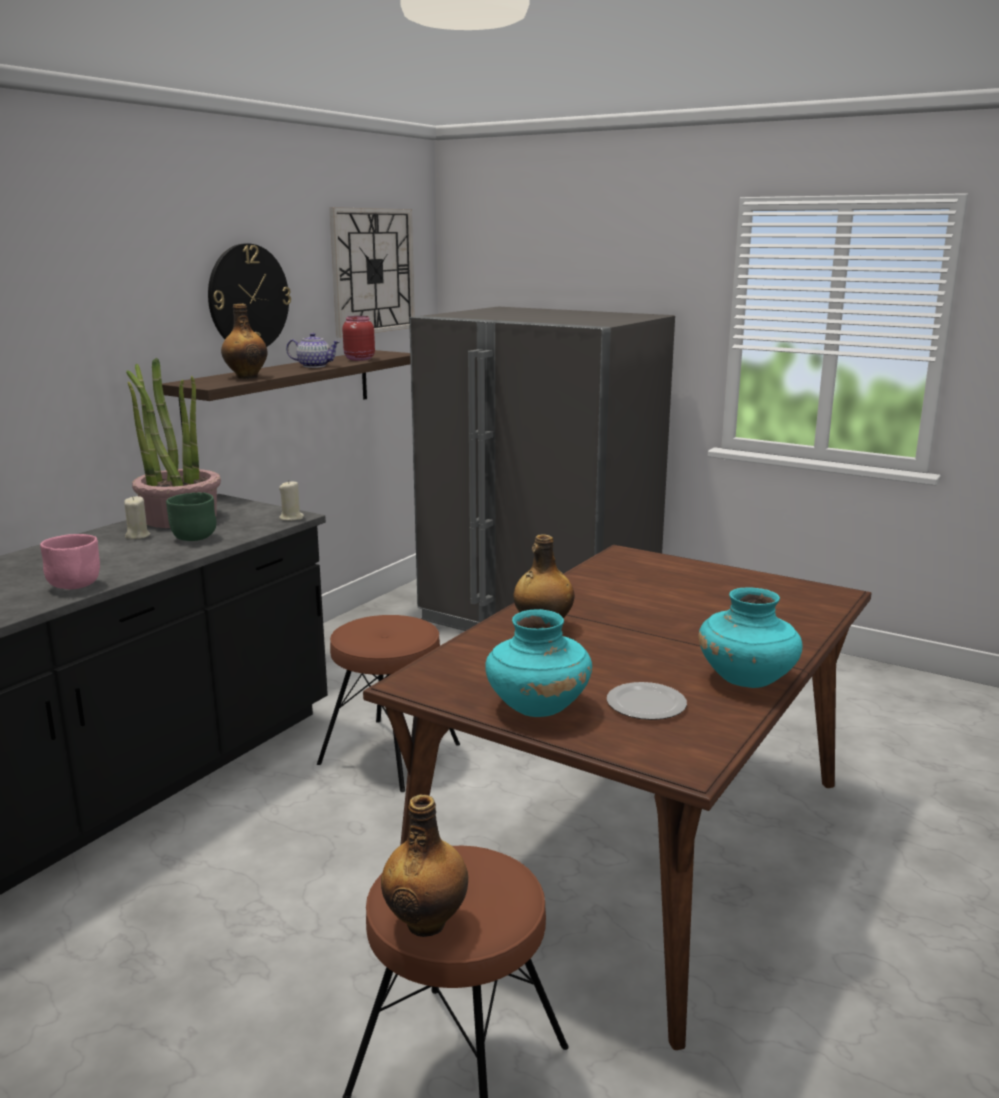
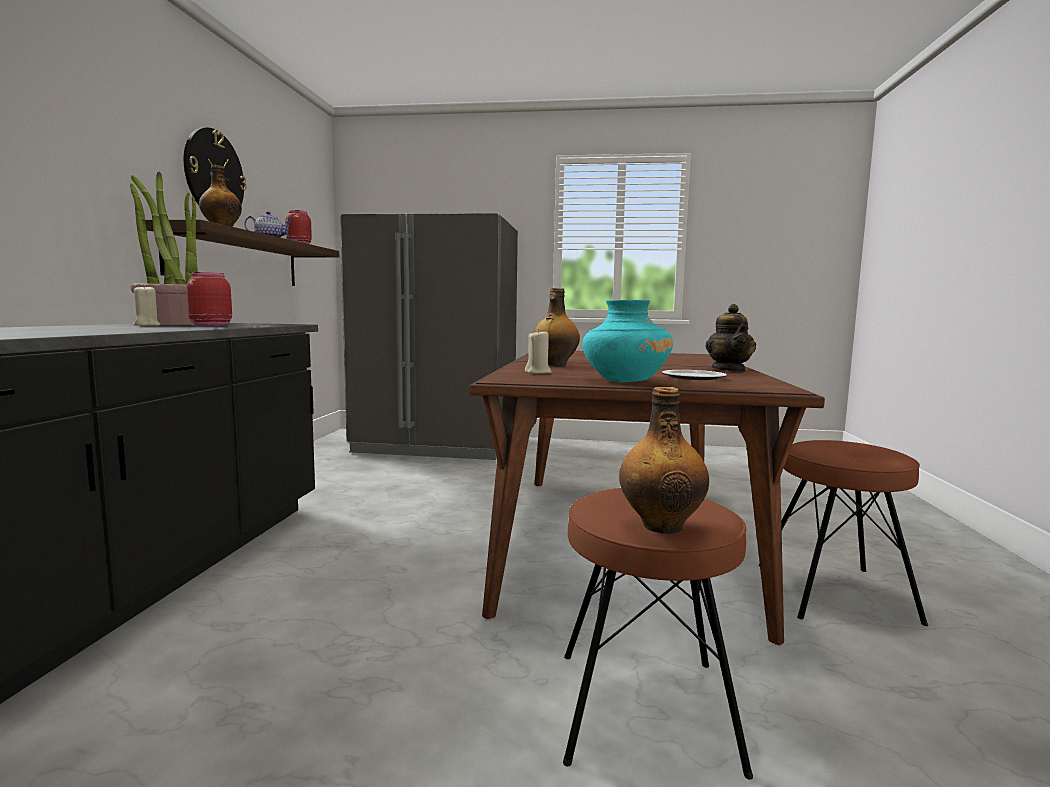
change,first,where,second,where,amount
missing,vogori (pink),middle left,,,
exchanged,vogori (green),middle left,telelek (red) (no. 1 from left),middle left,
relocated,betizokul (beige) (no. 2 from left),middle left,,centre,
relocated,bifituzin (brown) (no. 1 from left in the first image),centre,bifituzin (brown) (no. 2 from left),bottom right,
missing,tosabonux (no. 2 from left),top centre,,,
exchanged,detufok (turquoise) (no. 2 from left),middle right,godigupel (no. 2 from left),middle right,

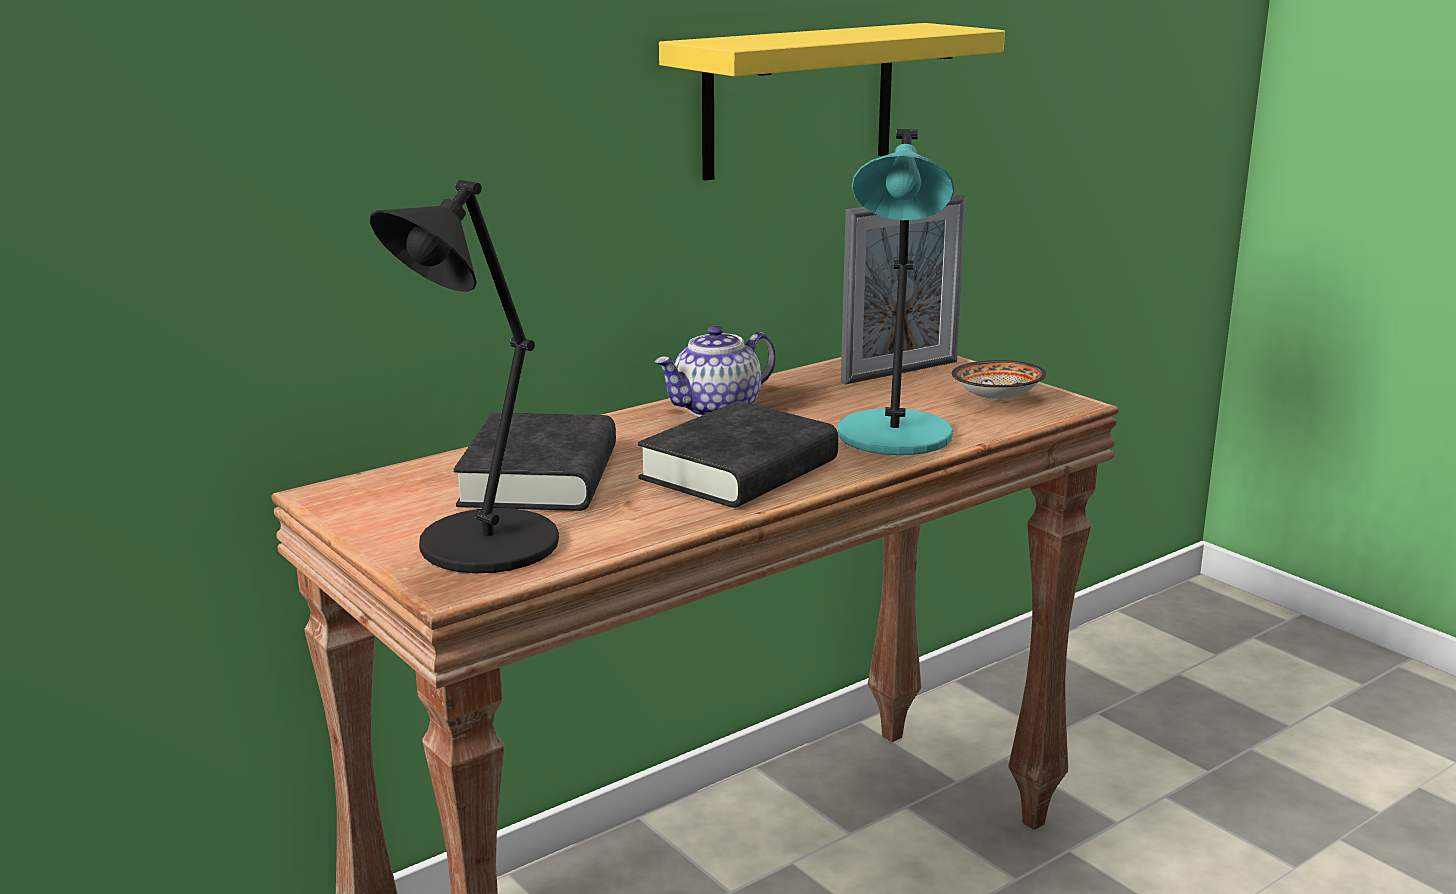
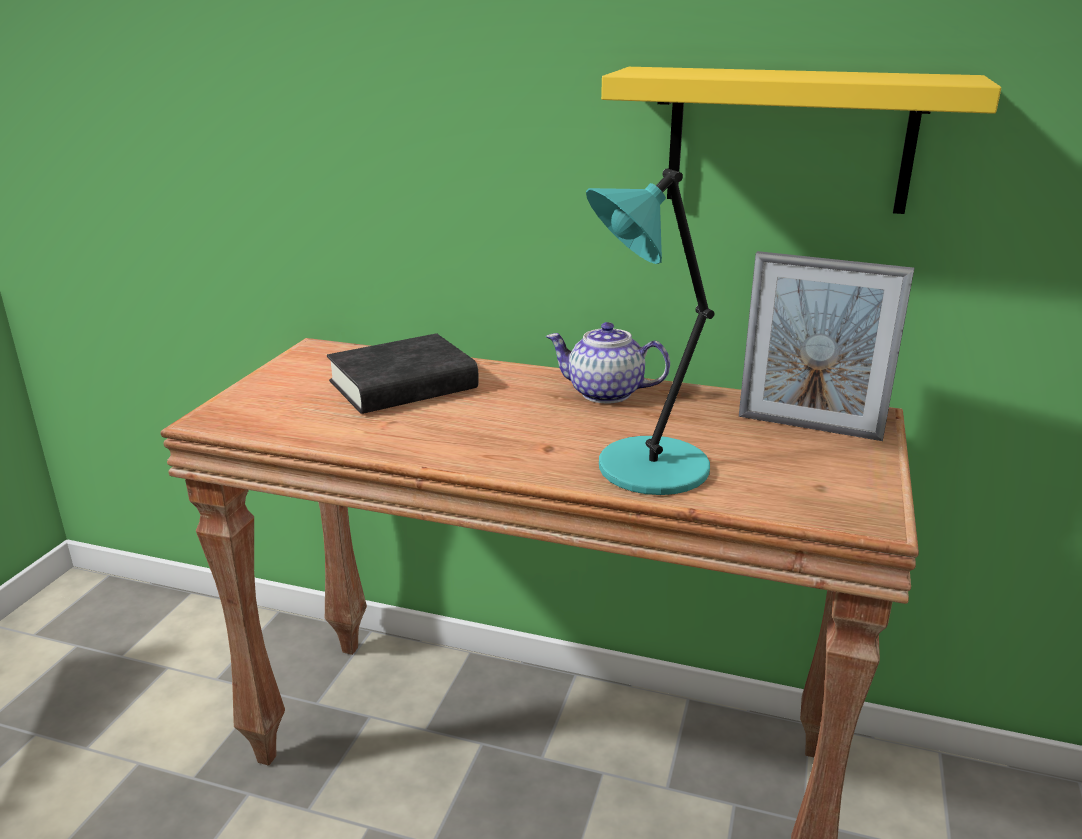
change,first,where,second,where,amount
missing,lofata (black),middle left,,,
missing,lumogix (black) (no. 2 from left),centre,,,
missing,vogori,middle right,,,

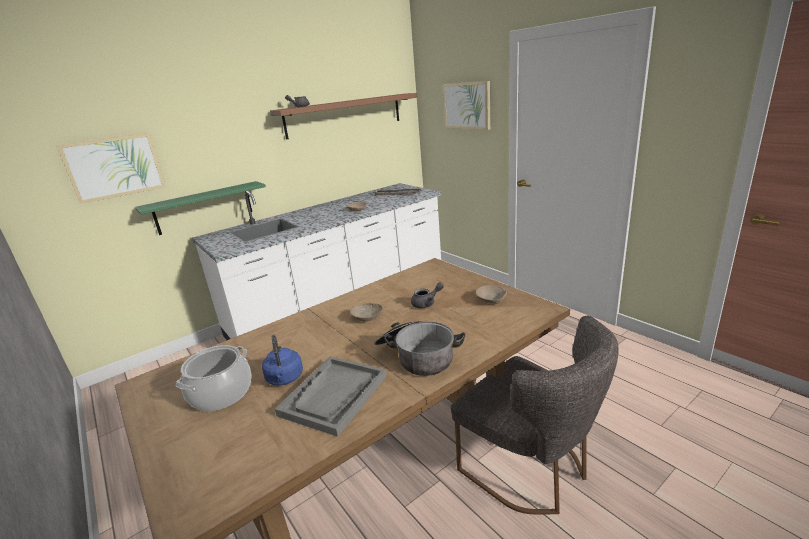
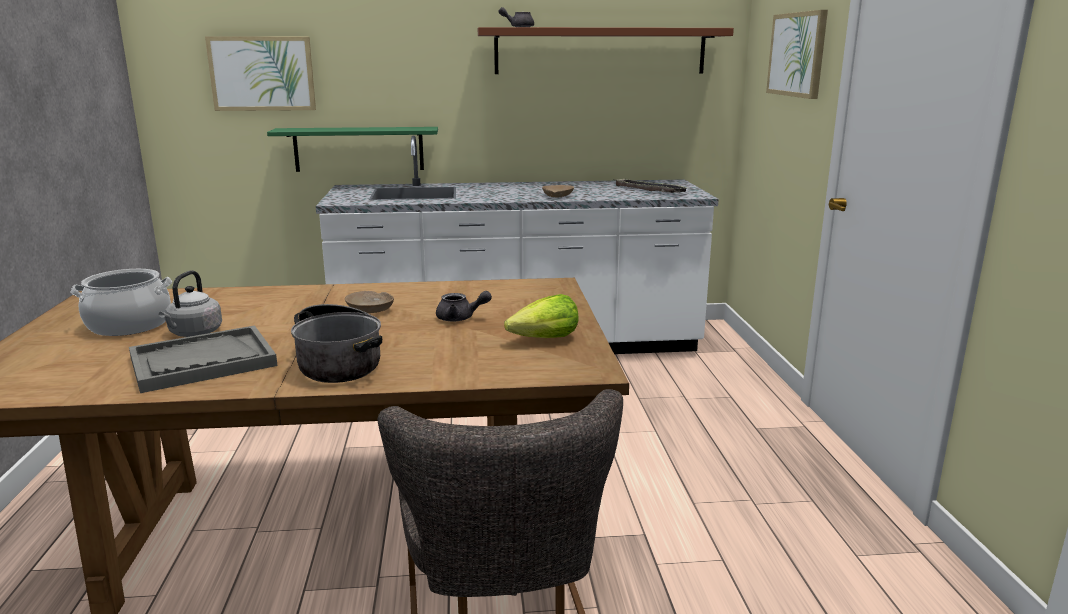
change,first,where,second,where,amount
colour,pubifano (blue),bottom centre,pubifano (grey),middle left,
exchanged,vogori (beige) (no. 3 from left),centre,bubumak,centre,

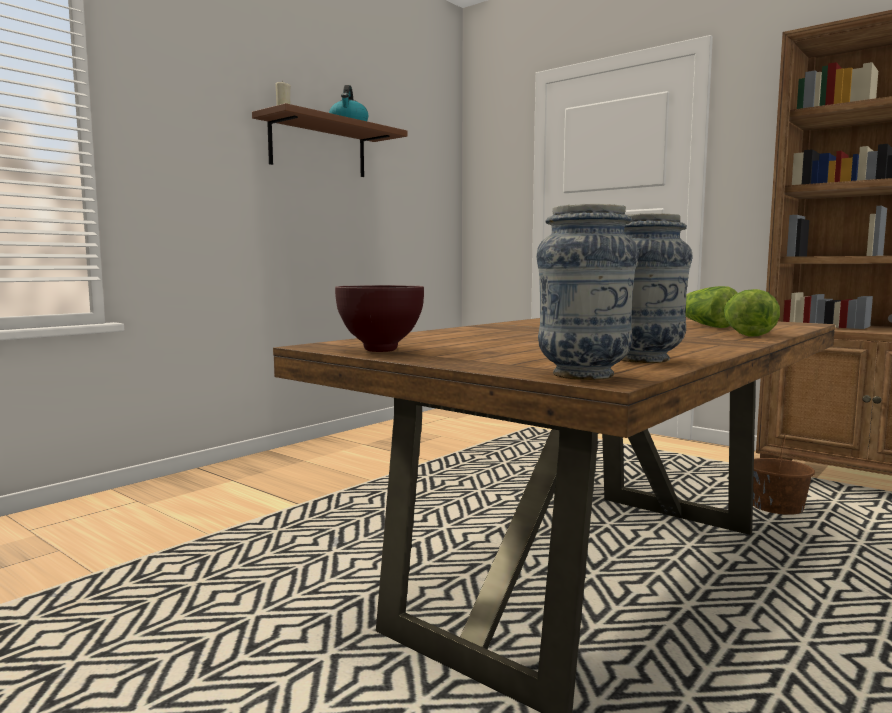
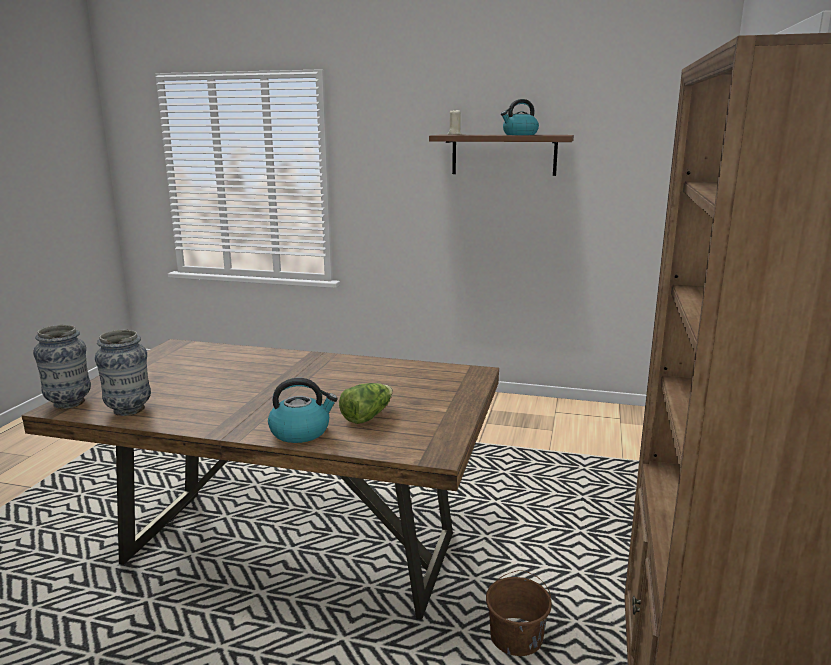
change,first,where,second,where,amount
missing,vogori (brown),centre,,,
exchanged,bubumak (no. 2 from left),middle right,pubifano (no. 1 from left),centre,

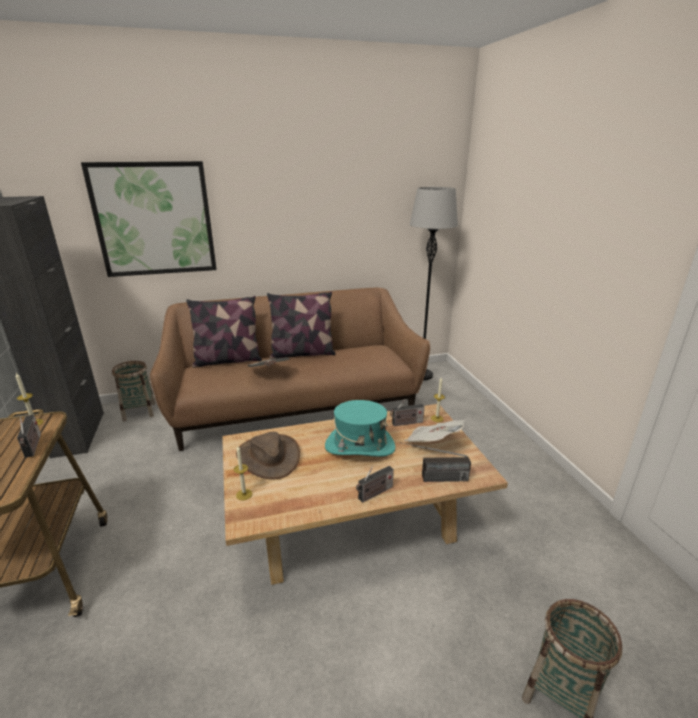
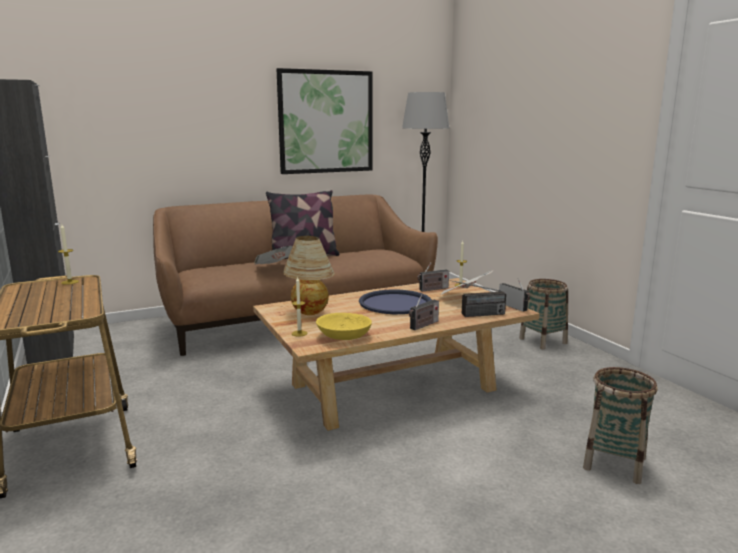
change,first,where,second,where,amount
relocated,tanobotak (no. 1 from left in the first image),middle left,tanobotak (no. 4 from left),middle right,
relocated,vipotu,top left,,top centre,
relocated,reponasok (no. 1 from left),middle left,,middle right,
missing,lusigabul (no. 1 from left),middle left,,,
exchanged,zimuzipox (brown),centre,lofata,centre,
exchanged,zimuzipox (turquoise),centre,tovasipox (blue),centre,
appeared,,,vogori (yellow),centre,

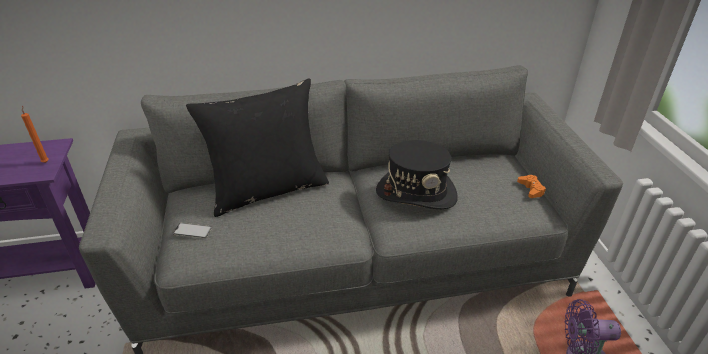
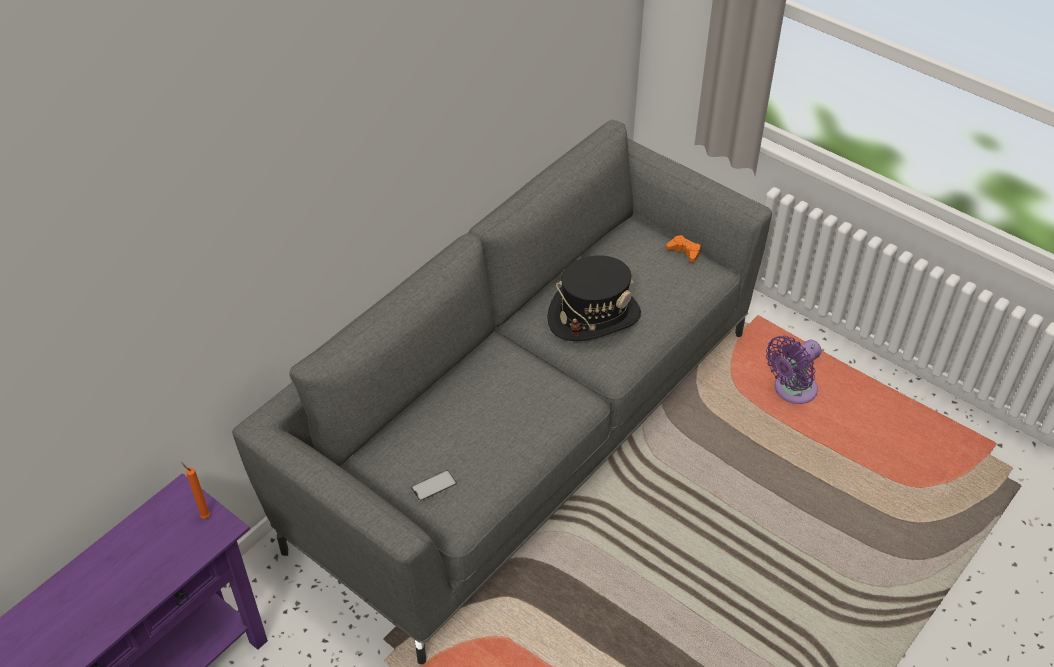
change,first,where,second,where,amount
missing,lusigabul (black),centre,,,

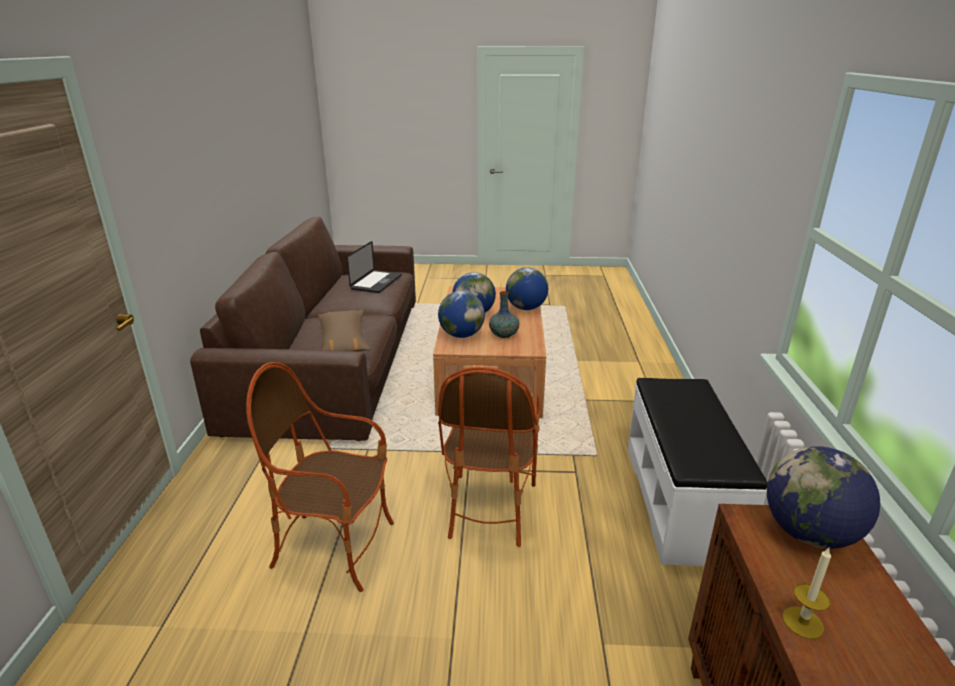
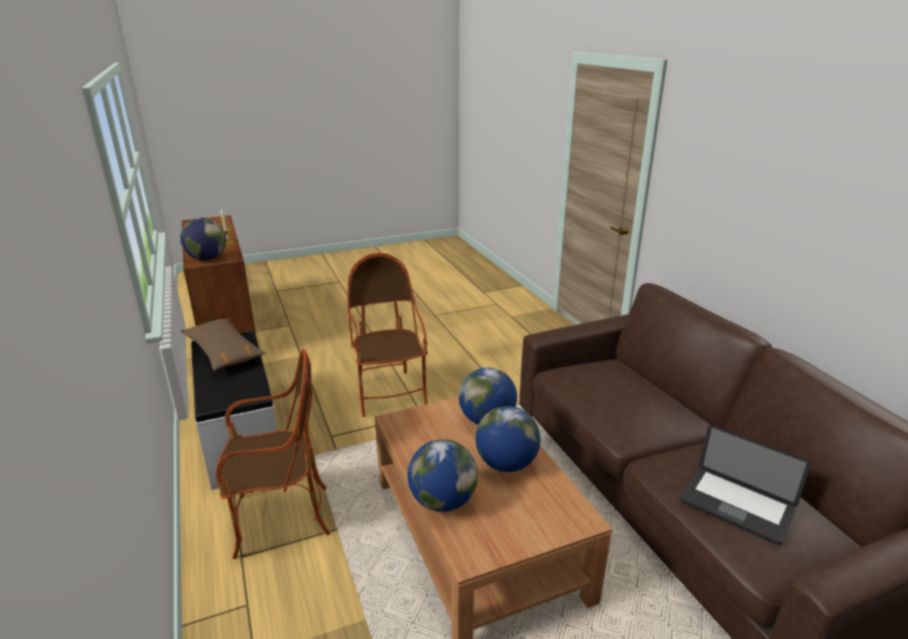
change,first,where,second,where,amount
relocated,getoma (no. 1 from left),bottom centre,,bottom left,
relocated,lusigabul (brown),centre,,middle left,
spun,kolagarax,centre,,bottom right,45 degrees counterclockwise
missing,detufok,centre,,,

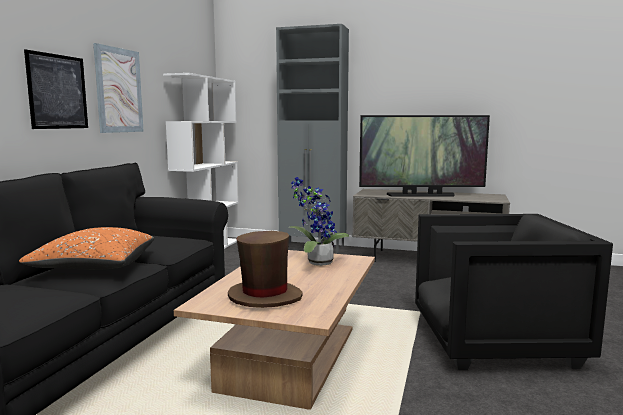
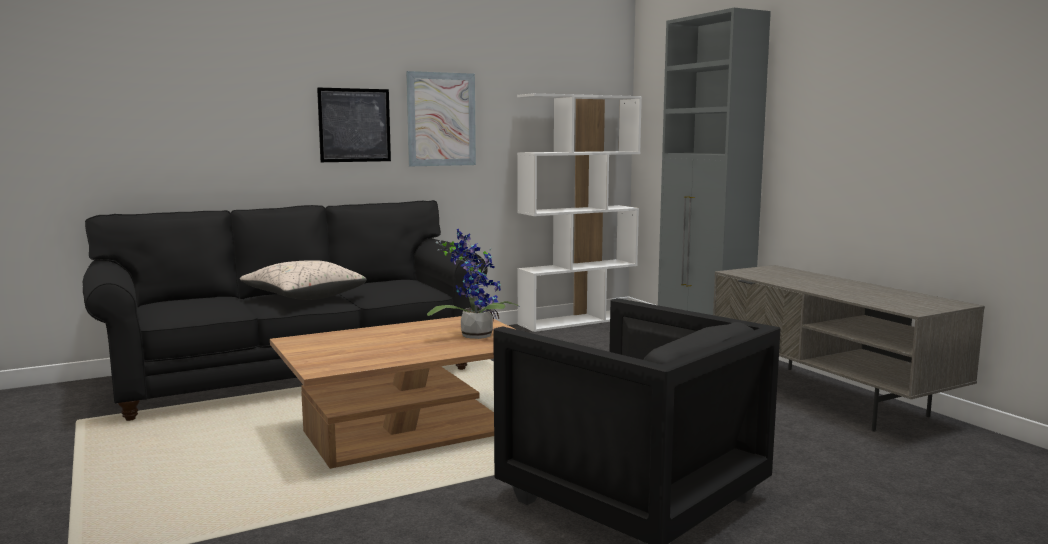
change,first,where,second,where,amount
colour,lusigabul (orange),middle left,lusigabul (beige),middle left,
missing,zimuzipox (brown),centre,,,
missing,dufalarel,middle right,,,

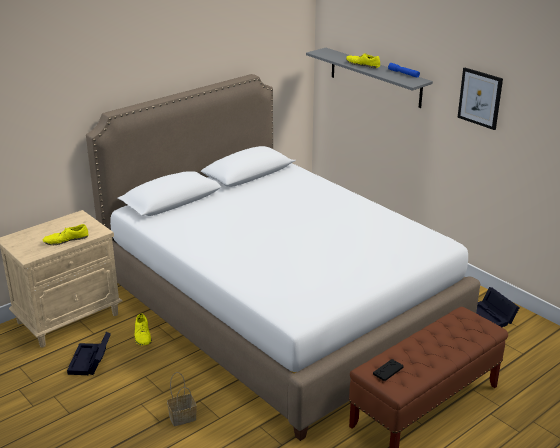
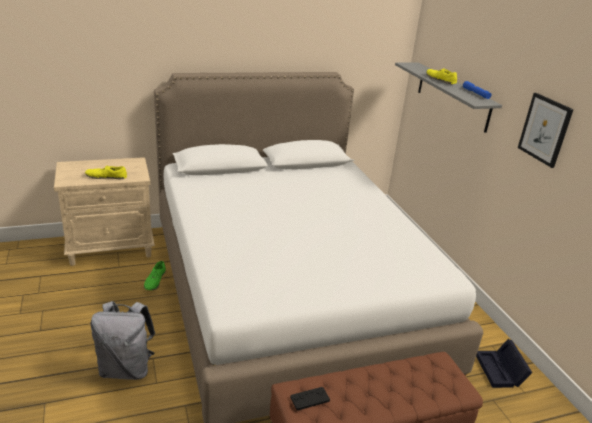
change,first,where,second,where,amount
missing,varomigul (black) (no. 1 from left),bottom left,,,
colour,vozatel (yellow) (no. 2 from left),bottom left,vozatel (green),middle left,
exchanged,reponasok,bottom left,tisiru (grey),bottom left,

